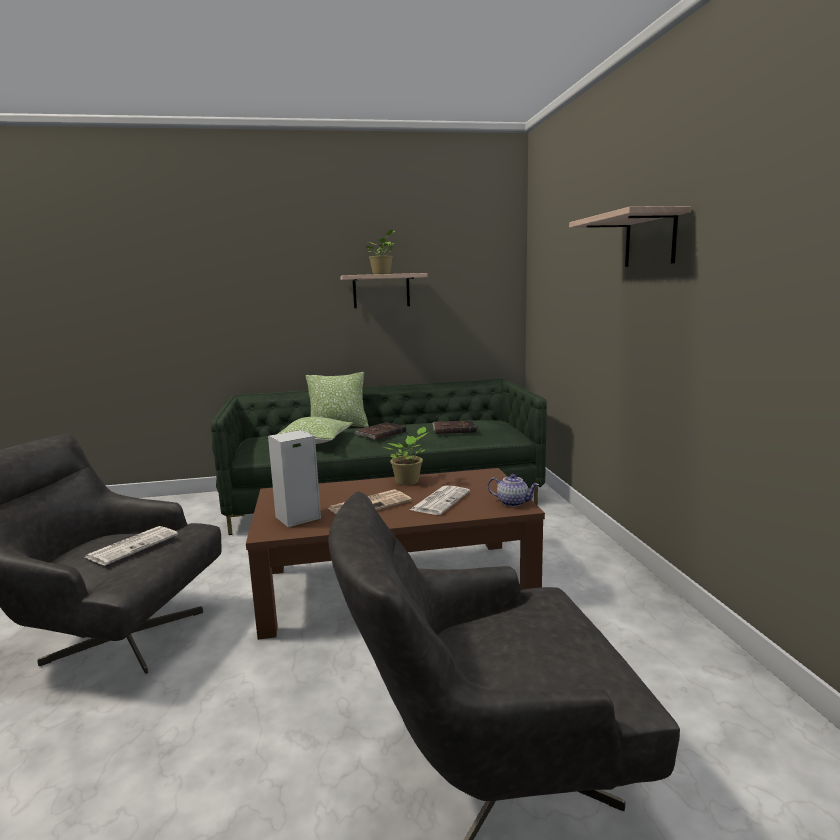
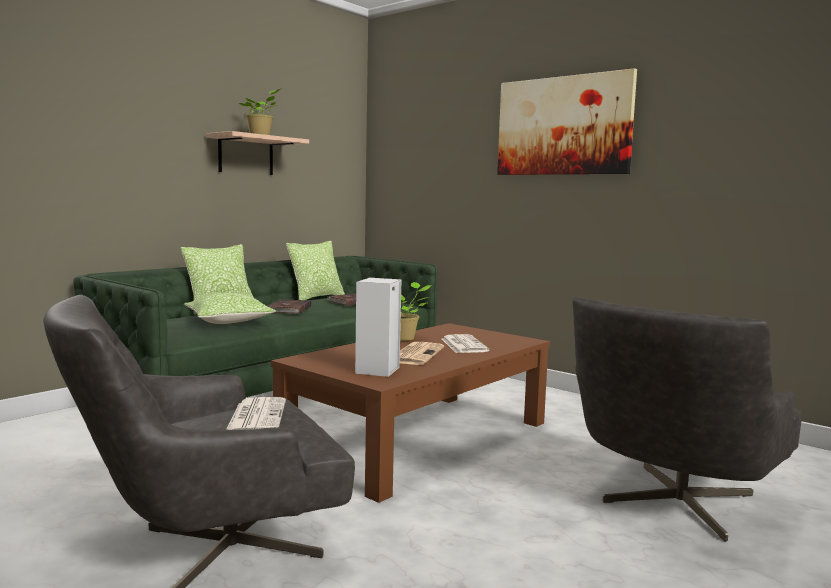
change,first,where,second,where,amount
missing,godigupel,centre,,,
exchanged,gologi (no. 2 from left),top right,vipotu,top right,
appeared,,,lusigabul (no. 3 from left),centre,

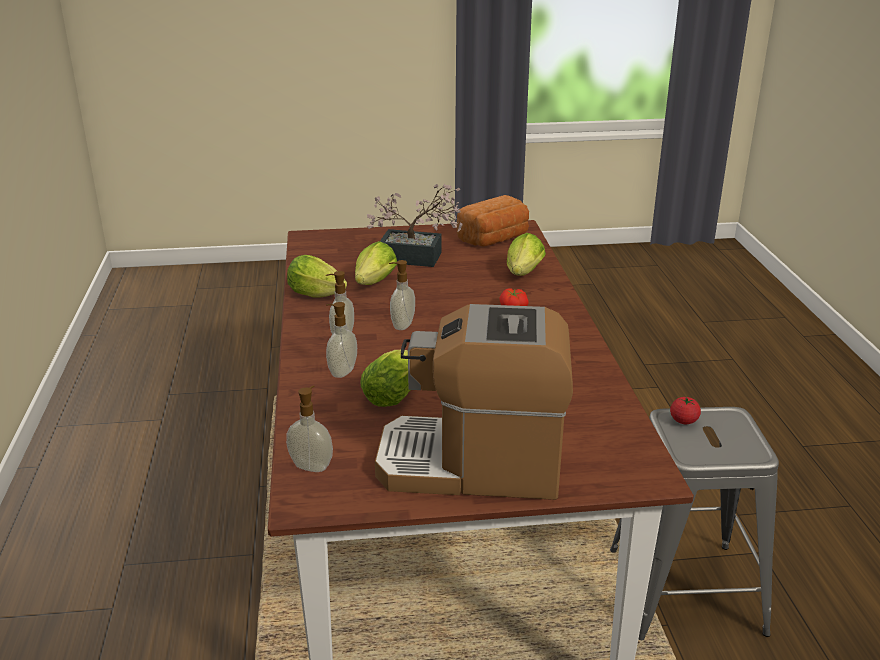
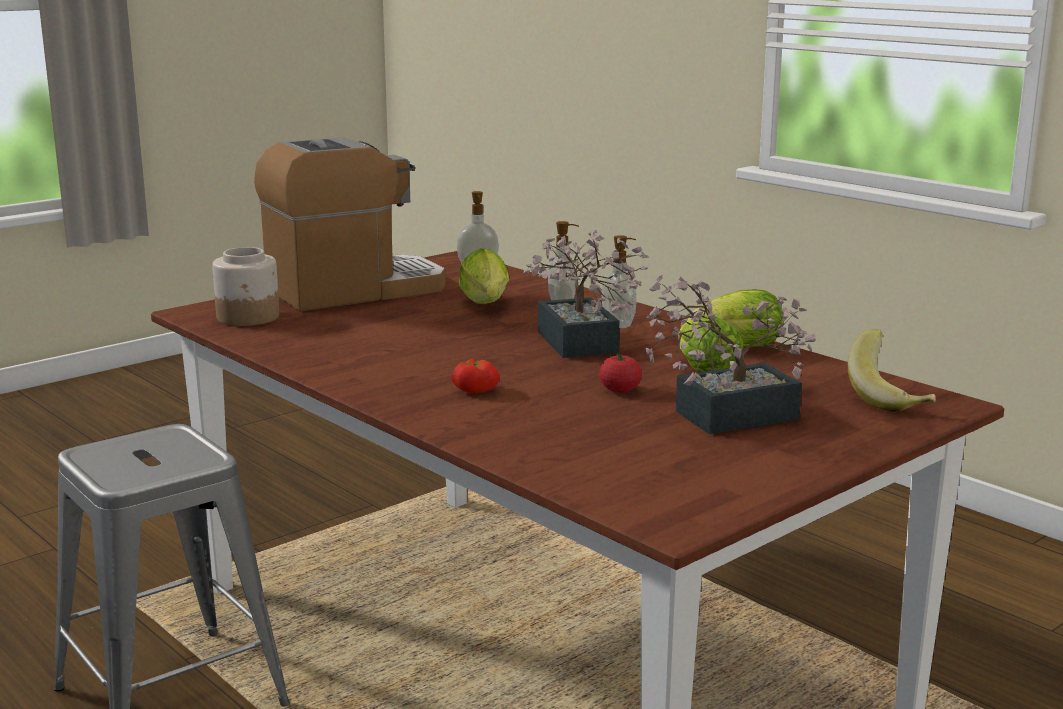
change,first,where,second,where,amount
exchanged,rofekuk (no. 4 from left),centre,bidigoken (no. 1 from left),centre,
missing,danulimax,centre,,,
missing,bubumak (no. 4 from left),centre,,,
relocated,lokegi (no. 2 from left),middle right,,centre,
appeared,,,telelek,middle left,
appeared,,,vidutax,middle right,

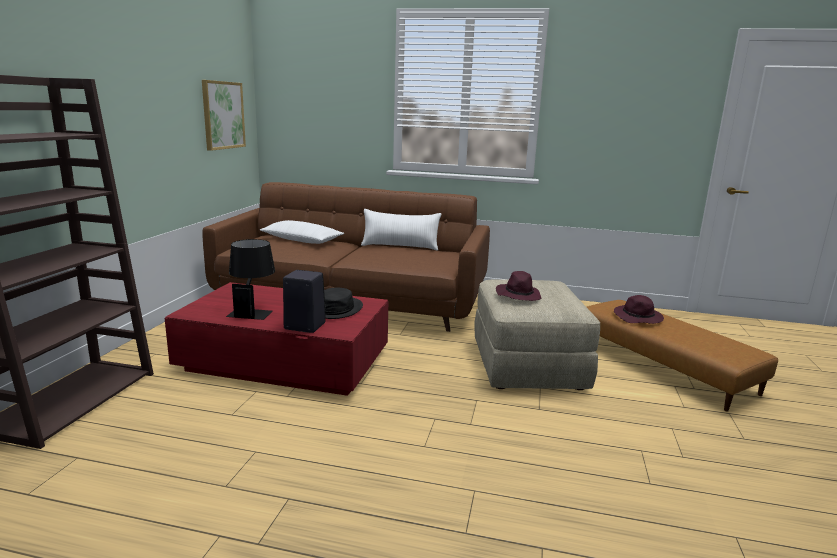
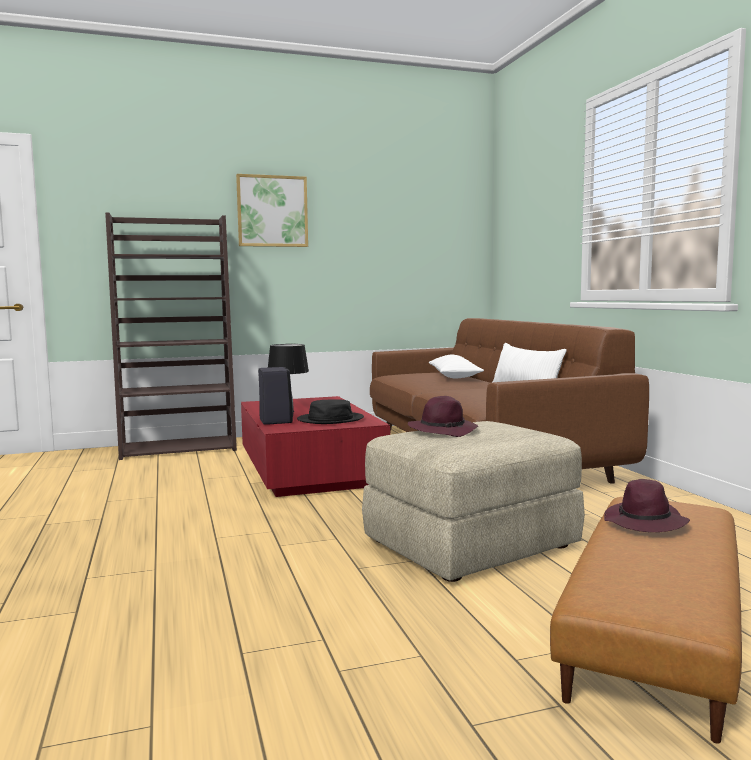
change,first,where,second,where,amount
relocated,vipotu,top left,,top centre,

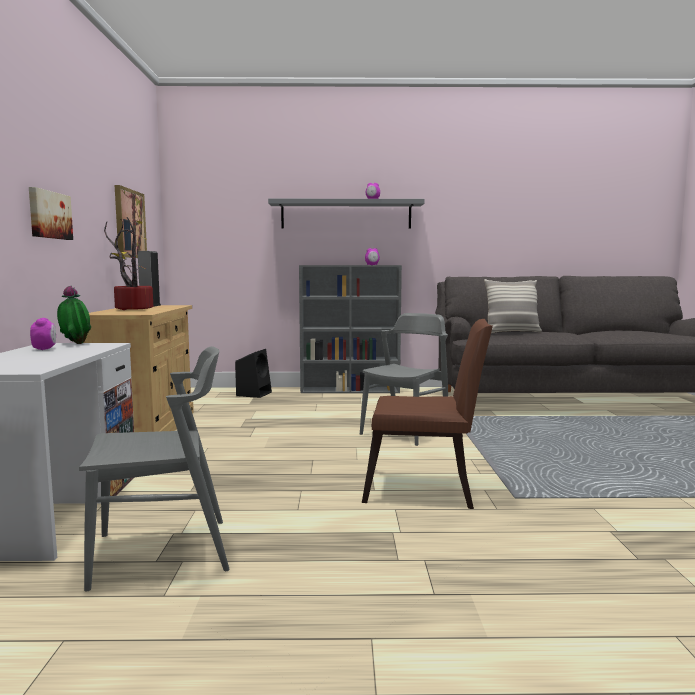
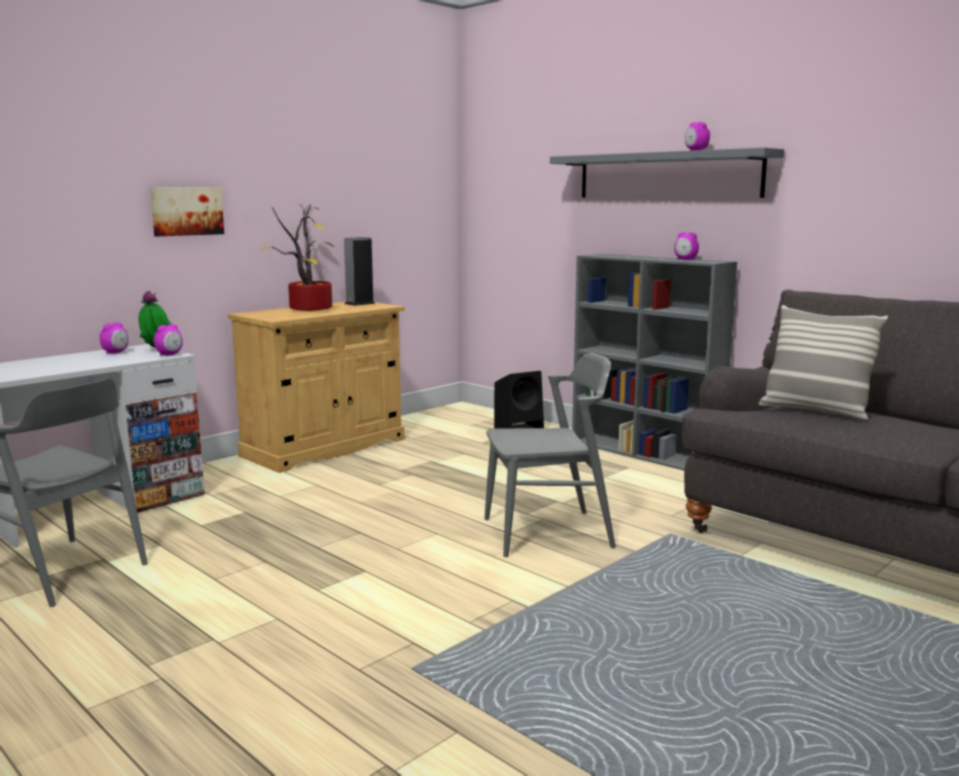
change,first,where,second,where,amount
missing,vipotu (no. 2 from left),top left,,,
missing,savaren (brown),centre,,,
appeared,,,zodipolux (no. 2 from left),middle left,

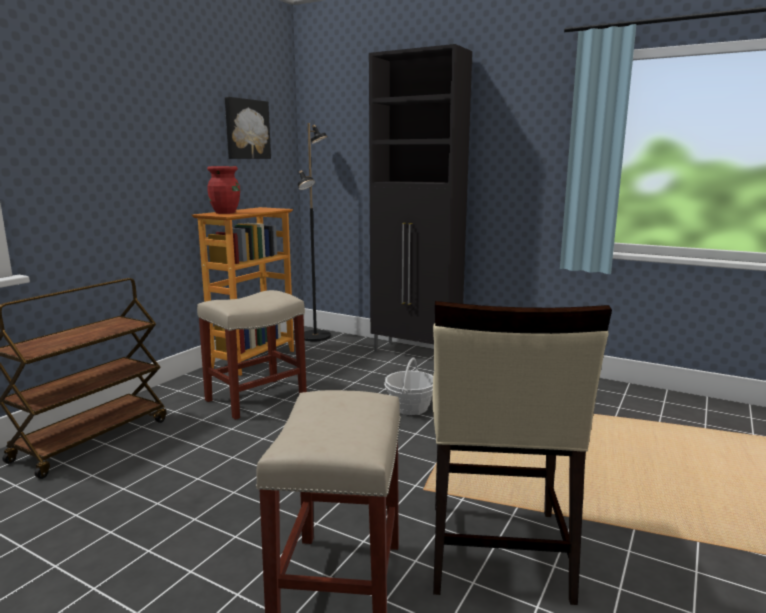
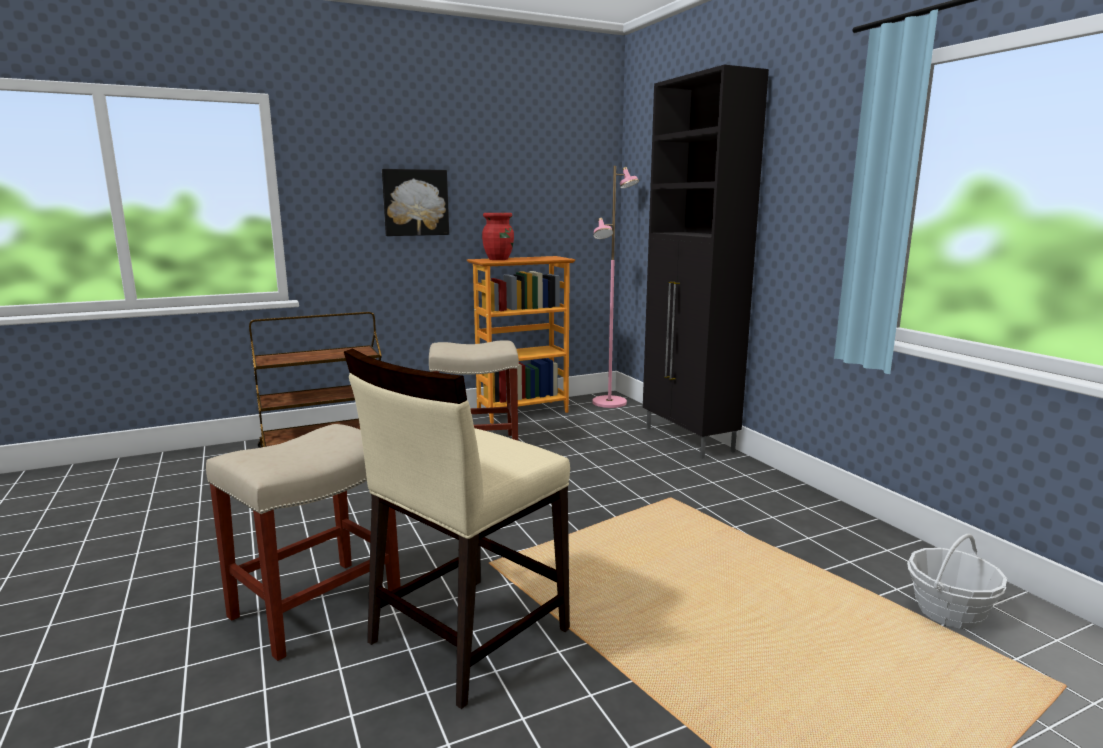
change,first,where,second,where,amount
relocated,vipotu,top left,,top centre,
colour,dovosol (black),centre,dovosol (pink),centre,
relocated,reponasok,centre,,bottom right,

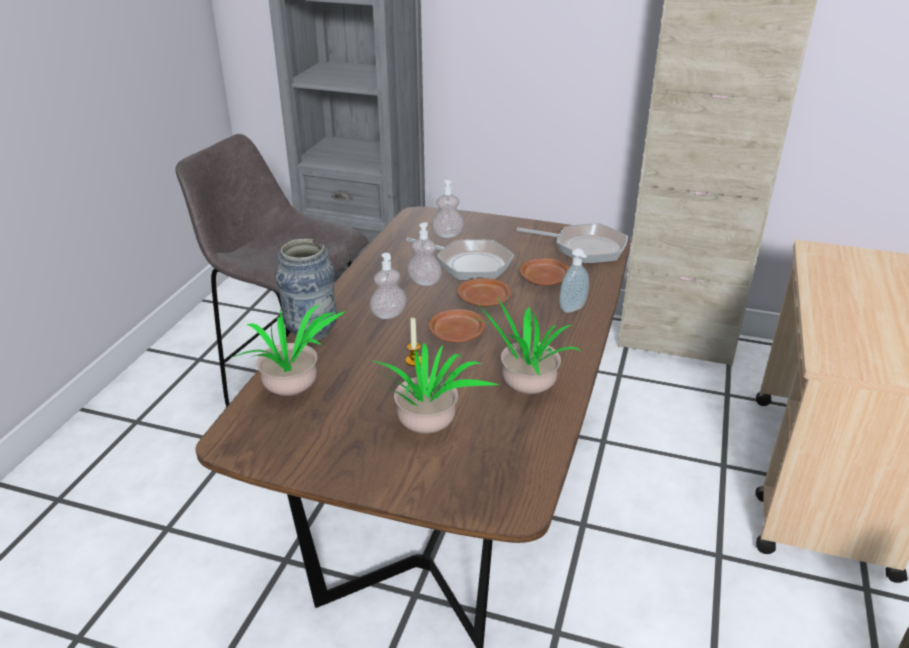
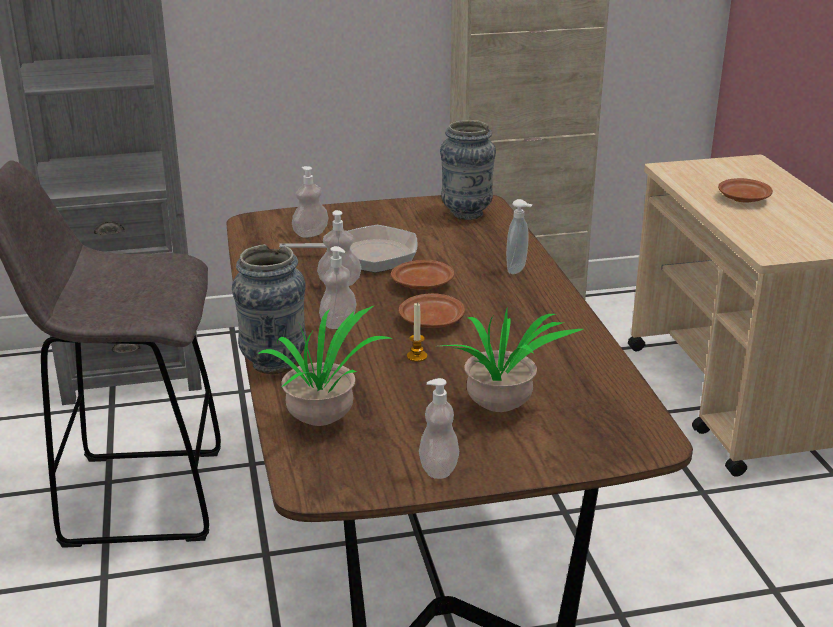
change,first,where,second,where,amount
missing,bidigoken (no. 3 from left),centre,,,
exchanged,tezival (no. 2 from left),centre,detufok (no. 2 from left),top centre,
relocated,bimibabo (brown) (no. 3 from left),centre,,top right,
appeared,,,rofekuk (no. 4 from left),bottom centre,

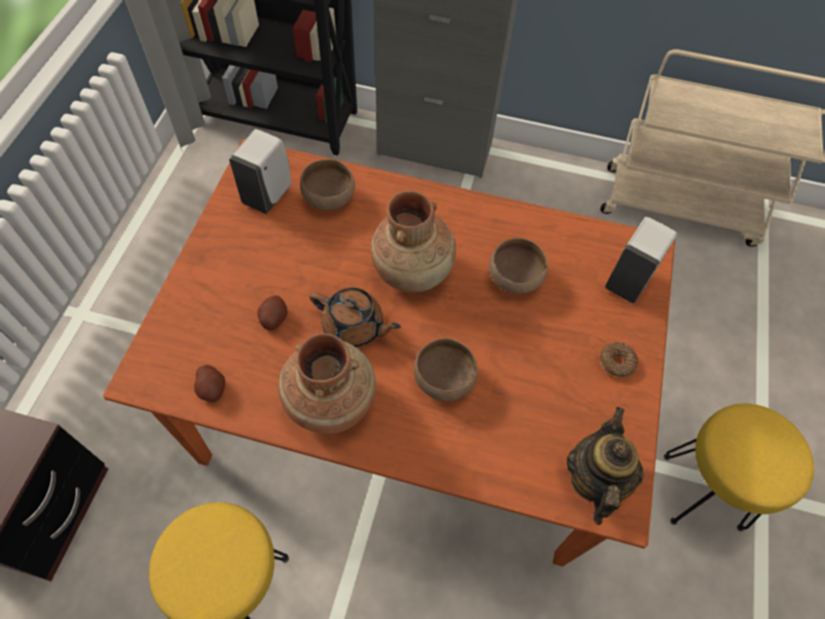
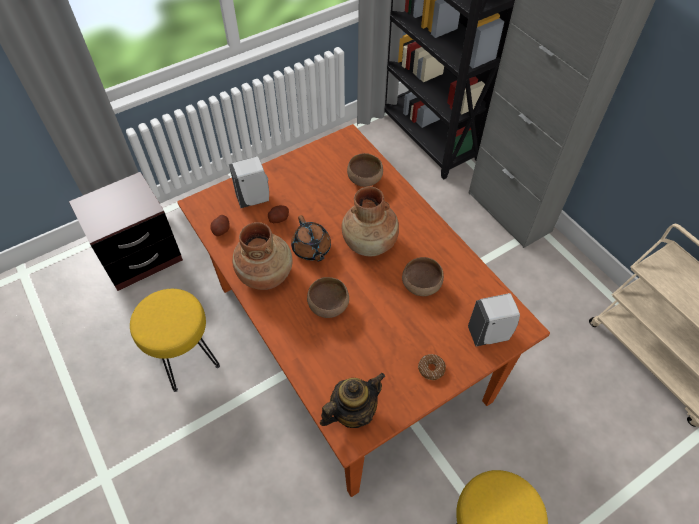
change,first,where,second,where,amount
relocated,rofekuk (white) (no. 1 from left),top left,,centre,

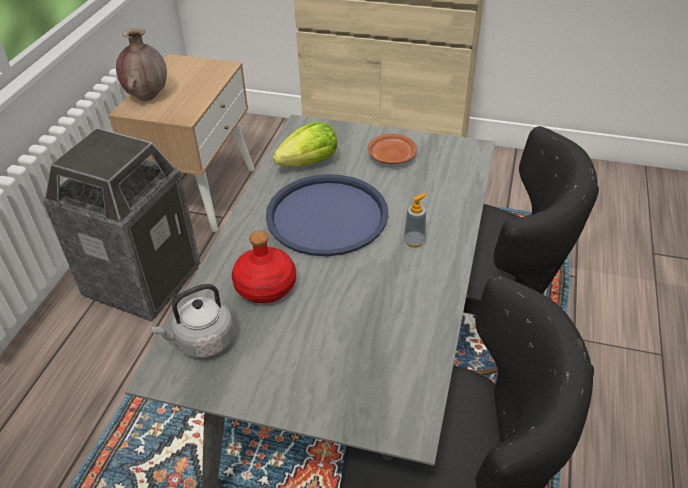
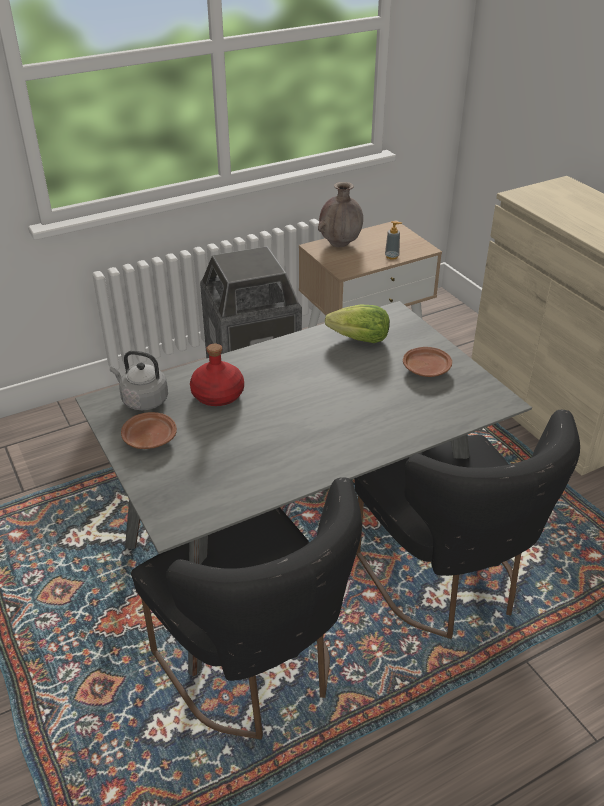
change,first,where,second,where,amount
missing,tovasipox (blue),centre,,,
relocated,rofekuk,centre,,top centre,
appeared,,,bimibabo (brown) (no. 1 from left),middle left,

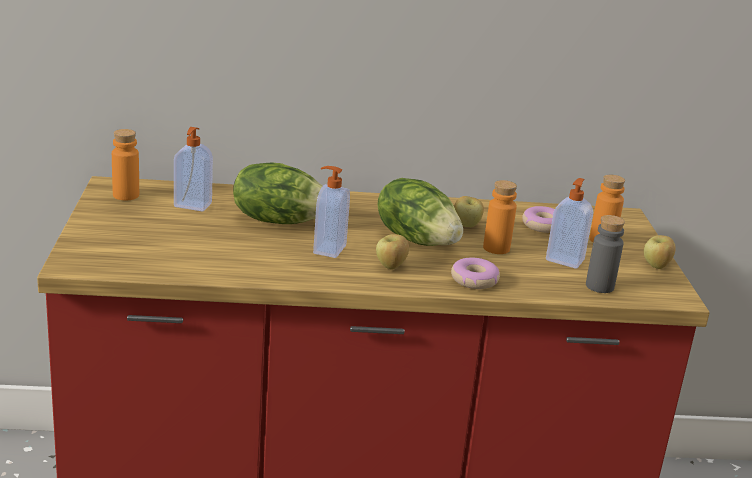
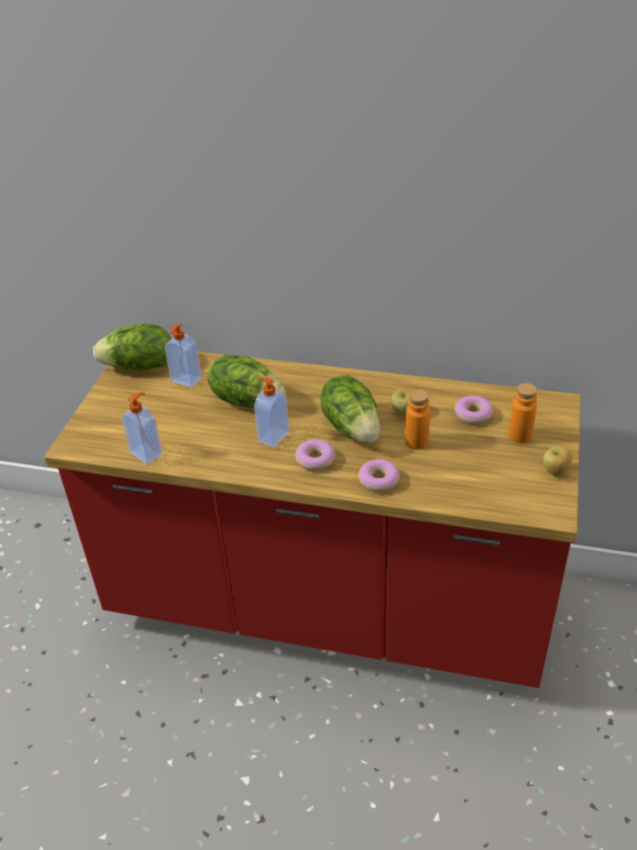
change,first,where,second,where,amount
exchanged,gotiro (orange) (no. 1 from left),middle left,bubumak (no. 1 from left),middle left,
exchanged,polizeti (no. 1 from left),centre,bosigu (no. 1 from left),centre,
relocated,rofekuk (no. 3 from left in the first image),middle right,rofekuk (no. 1 from left),middle left,
missing,gotiro (grey),middle right,,,

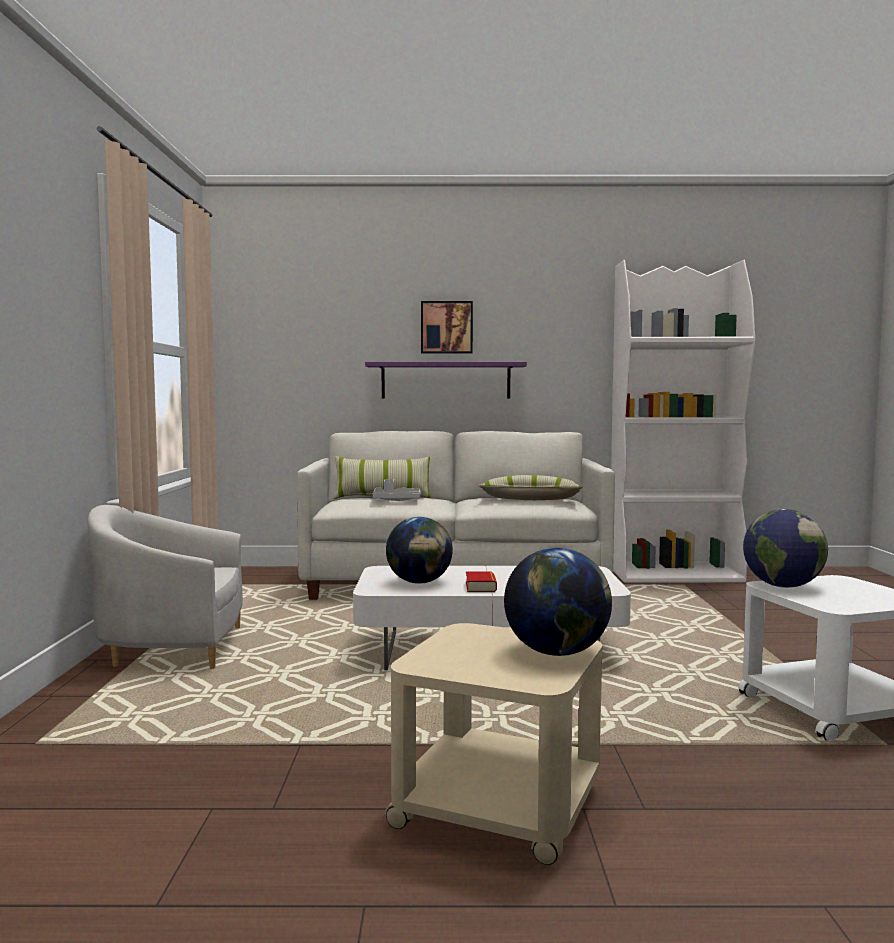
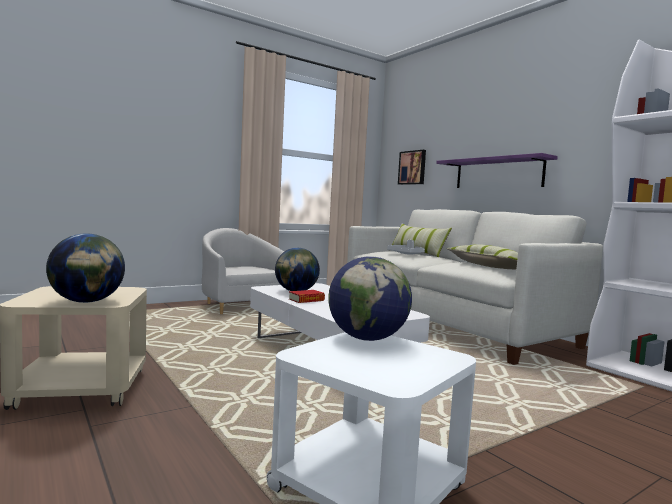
change,first,where,second,where,amount
relocated,vipotu,centre,,top centre,

